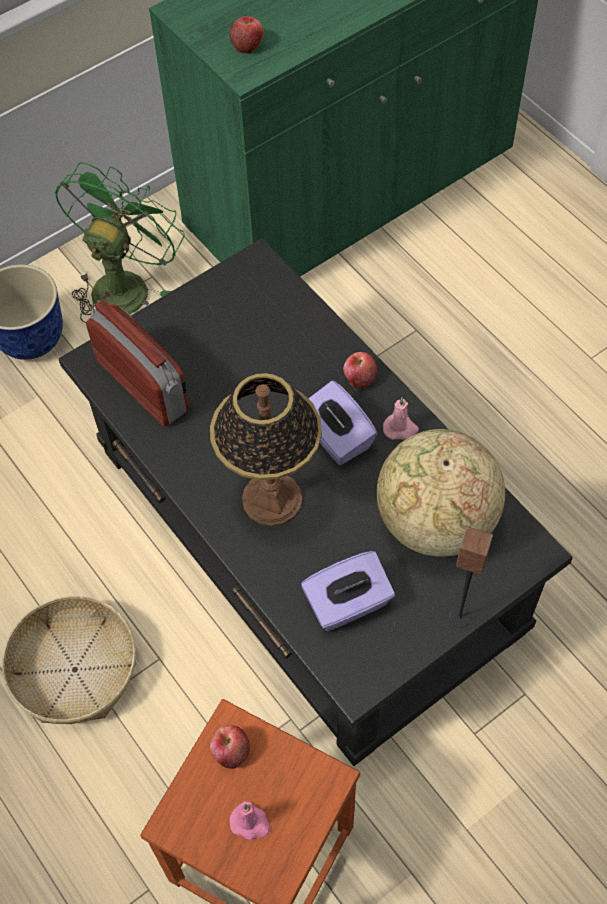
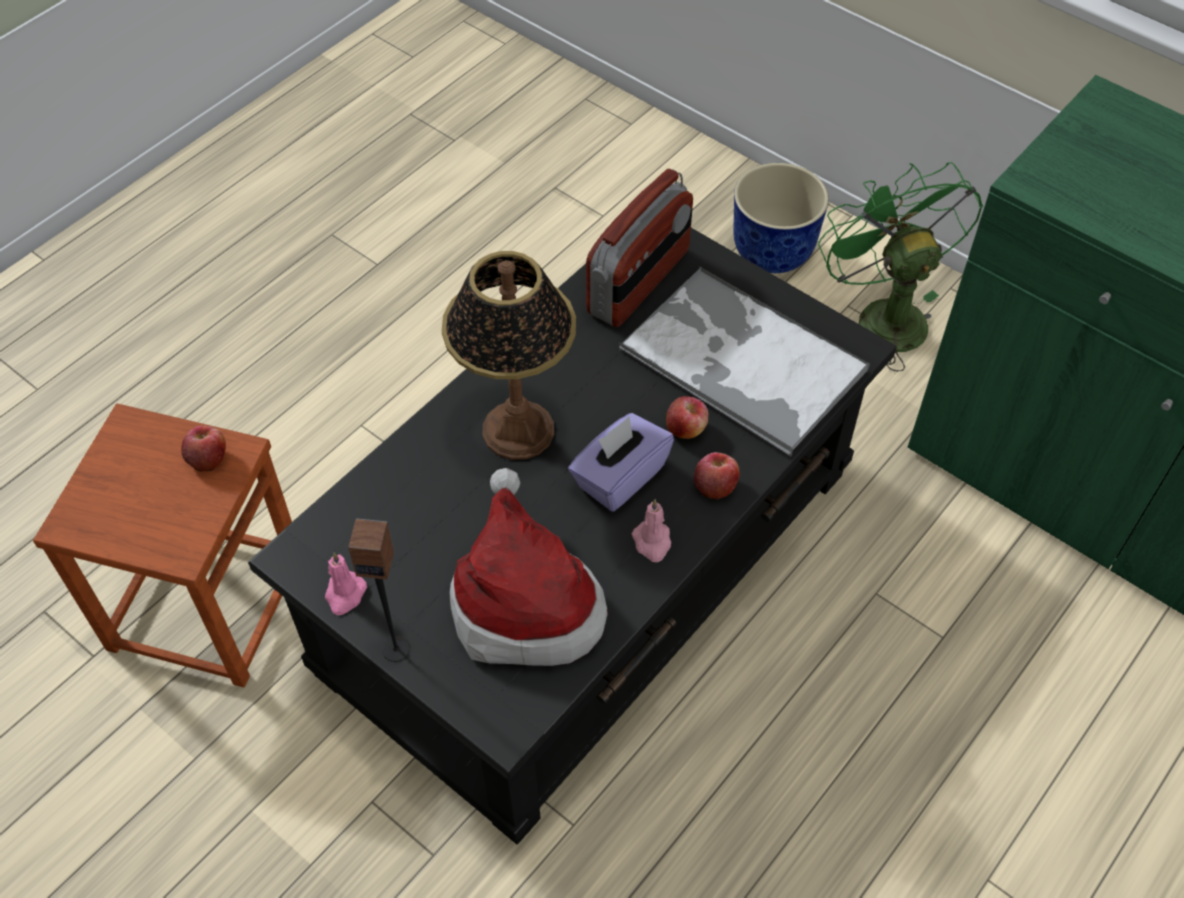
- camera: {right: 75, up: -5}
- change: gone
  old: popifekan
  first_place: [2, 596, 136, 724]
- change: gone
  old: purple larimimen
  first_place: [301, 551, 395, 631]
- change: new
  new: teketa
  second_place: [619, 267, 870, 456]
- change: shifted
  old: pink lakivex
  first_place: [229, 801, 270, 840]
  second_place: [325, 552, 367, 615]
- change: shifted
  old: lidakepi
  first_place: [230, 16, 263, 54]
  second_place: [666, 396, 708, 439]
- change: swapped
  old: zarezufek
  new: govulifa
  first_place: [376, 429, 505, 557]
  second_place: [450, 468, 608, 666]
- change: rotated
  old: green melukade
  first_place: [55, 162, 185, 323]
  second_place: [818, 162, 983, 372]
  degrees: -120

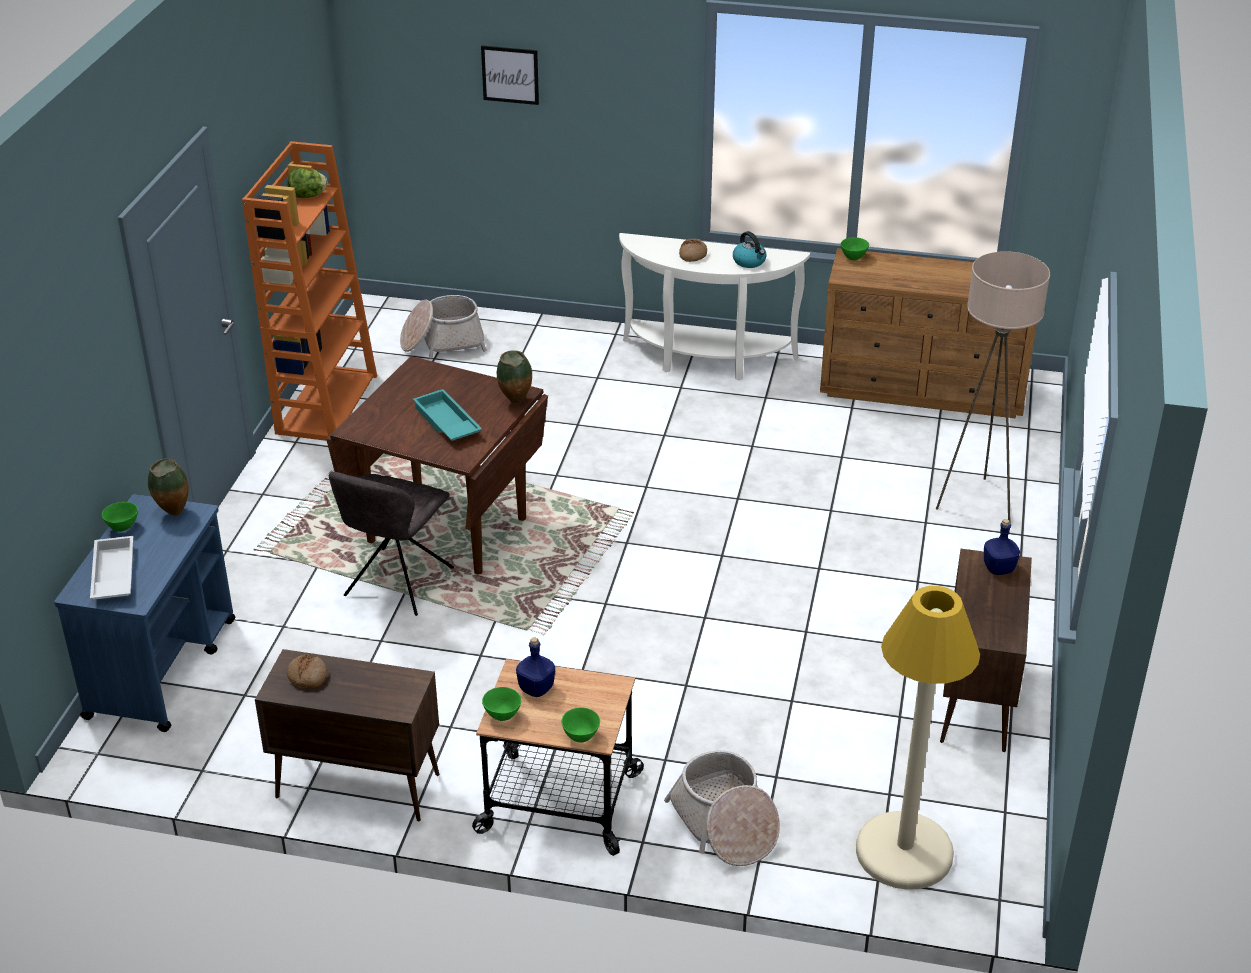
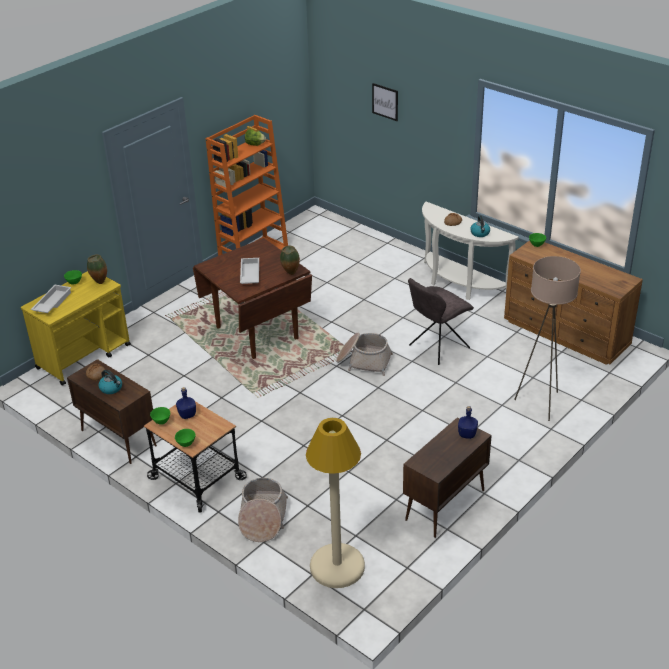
- camera: {right: 30, up: 0}
- change: new
  new: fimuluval
  second_place: [99, 370, 122, 394]
- change: shifted
  old: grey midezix
  first_place: [329, 471, 454, 616]
  second_place: [408, 278, 474, 365]
- change: shifted
  old: popifekan
  first_place: [400, 295, 487, 359]
  second_place: [336, 333, 393, 376]
- change: repainted
  old: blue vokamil
  new: yellow vokamil
  first_place: [54, 494, 236, 732]
  second_place: [21, 271, 131, 386]
- change: repainted
  old: turquoise teketa
  new: white teketa
  first_place: [413, 389, 482, 441]
  second_place: [240, 258, 259, 284]

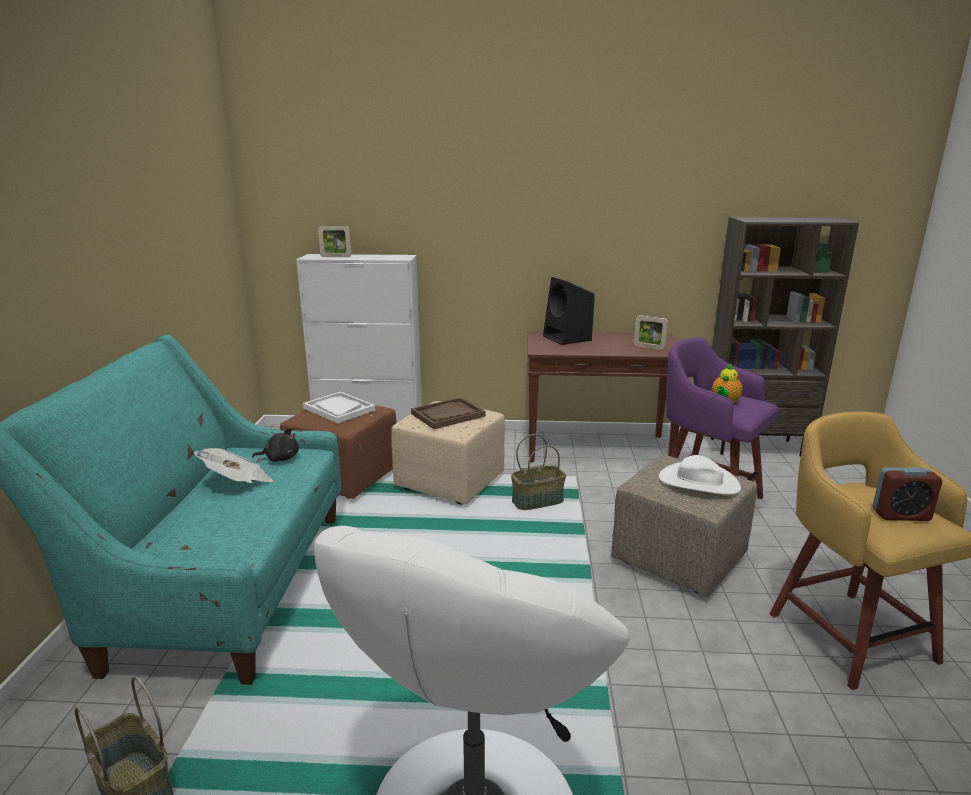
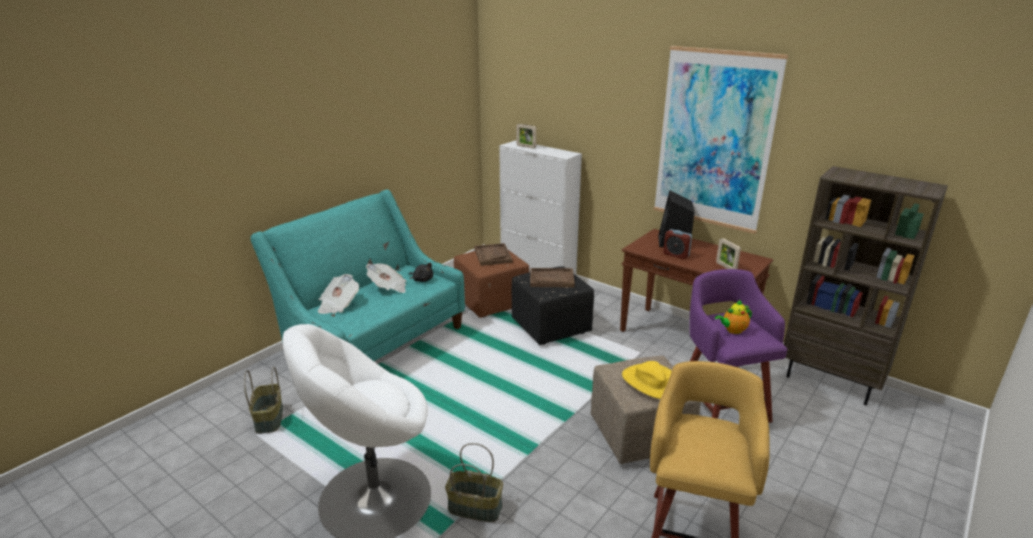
- camera: {right: 35, up: 5}
- change: new
  new: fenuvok
  second_place: [318, 274, 359, 314]
- change: new
  new: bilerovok
  second_place: [654, 46, 788, 234]
- change: shifted
  old: popifekan
  first_place: [511, 434, 566, 510]
  second_place: [445, 443, 503, 522]
- change: shifted
  old: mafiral
  first_place: [872, 467, 942, 521]
  second_place: [663, 229, 692, 259]
- change: repainted
  old: white teketa
  new: brown teketa
  first_place: [303, 391, 375, 424]
  second_place: [474, 243, 513, 266]
- change: repainted
  old: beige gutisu
  new: black gutisu
  first_place: [391, 401, 505, 505]
  second_place: [512, 266, 594, 345]
- change: repainted
  old: white govulifa
  new: yellow govulifa
  first_place: [658, 455, 741, 495]
  second_place: [622, 361, 672, 399]

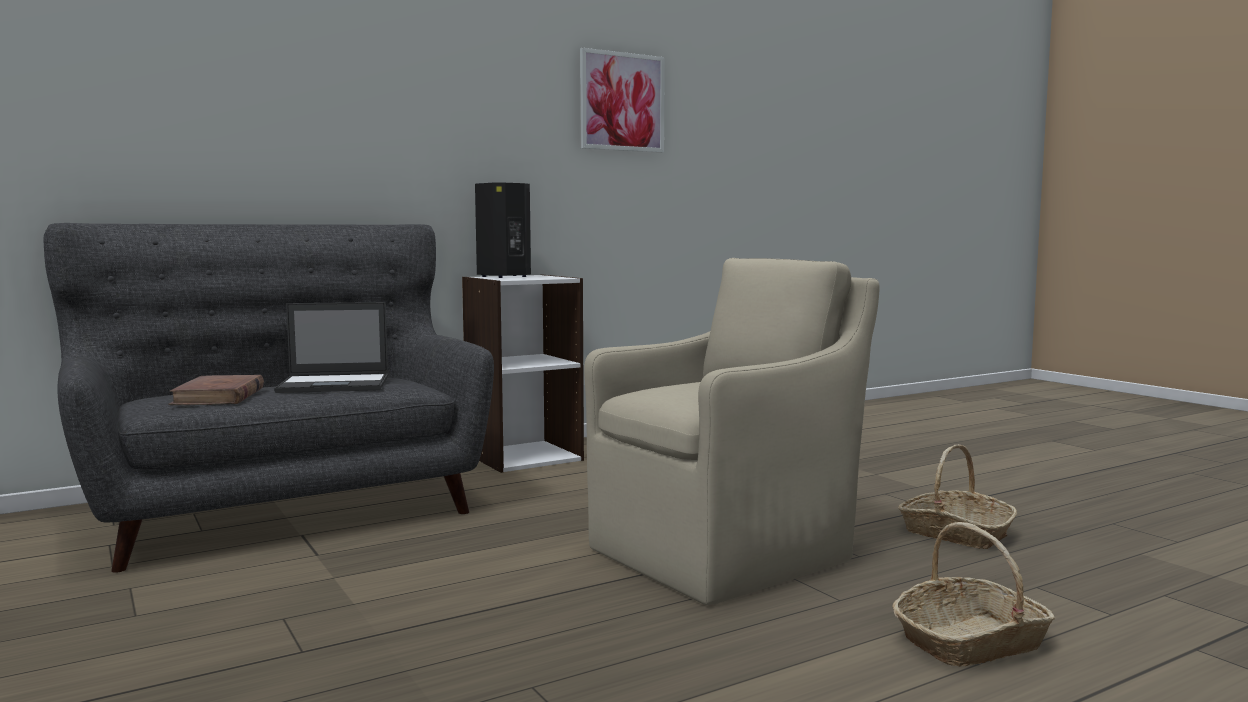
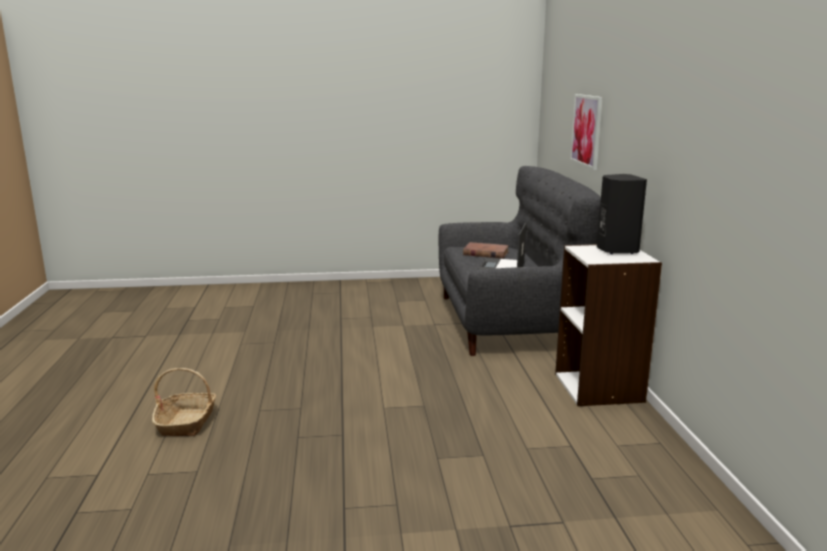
- camera: {right: 115, up: 10}
- change: gone
  old: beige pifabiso
  first_place: [584, 258, 880, 605]
- change: gone
  old: popifekan
  first_place: [898, 444, 1017, 549]
- change: shifted
  old: bilerovok
  first_place: [580, 48, 665, 153]
  second_place: [570, 94, 603, 170]

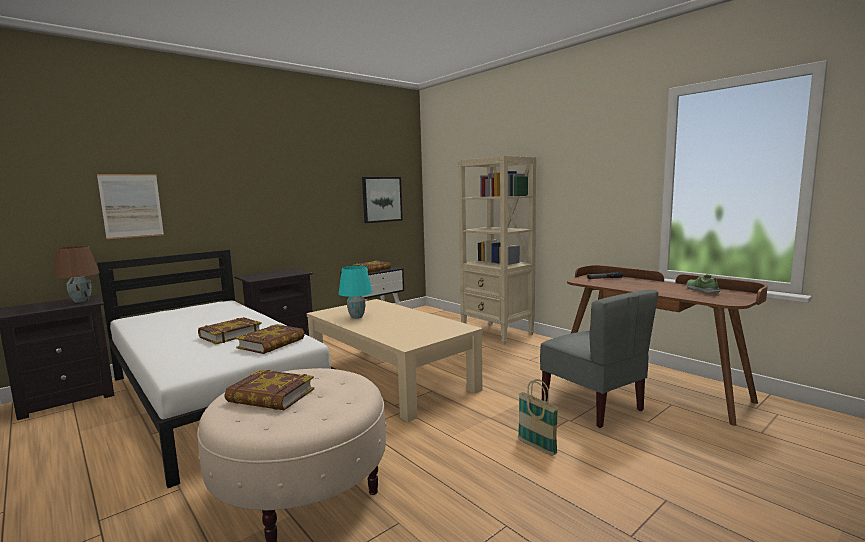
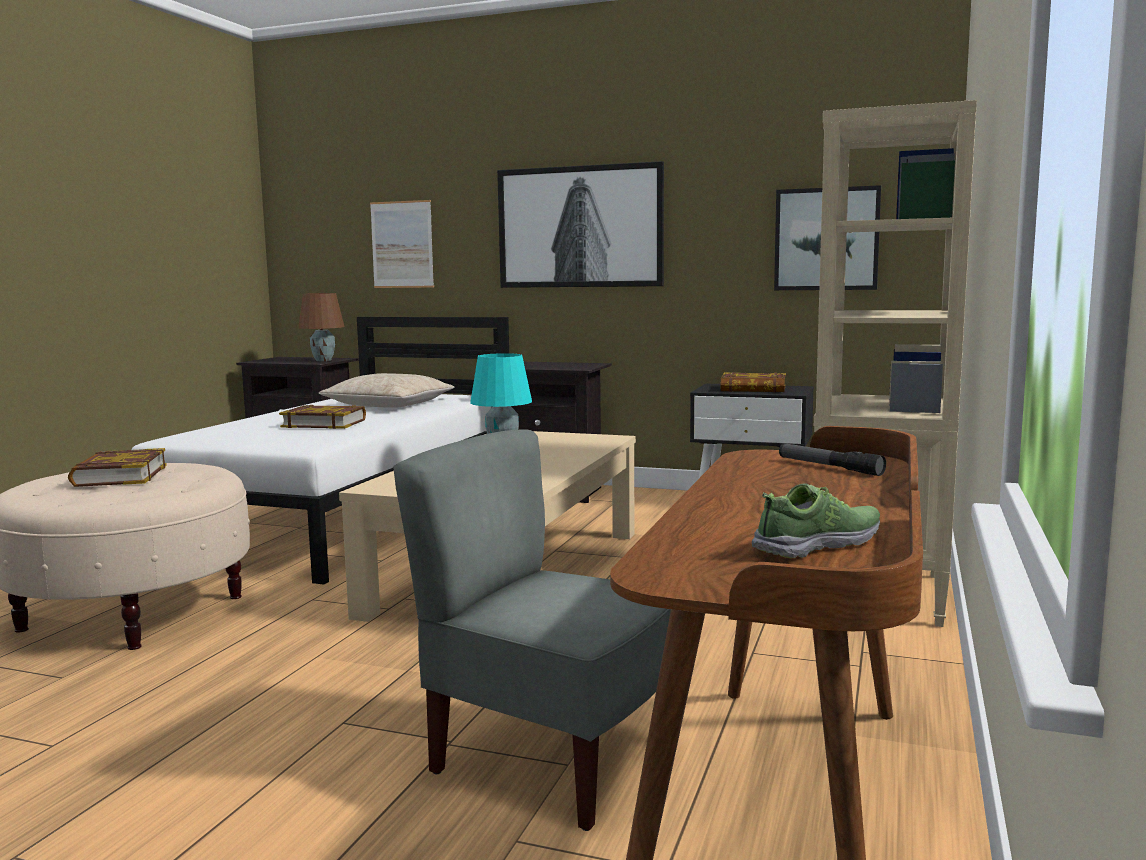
- camera: {right: 60, up: 0}
- change: gone
  old: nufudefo
  first_place: [236, 324, 305, 354]
- change: gone
  old: popifekan
  first_place: [518, 379, 559, 456]
- change: new
  new: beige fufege
  second_place: [319, 373, 454, 408]
- change: new
  new: bilerovok
  second_place: [497, 161, 664, 288]
- change: rotated
  old: grey midezix
  first_place: [540, 289, 658, 428]
  second_place: [393, 429, 671, 831]
  degrees: 90

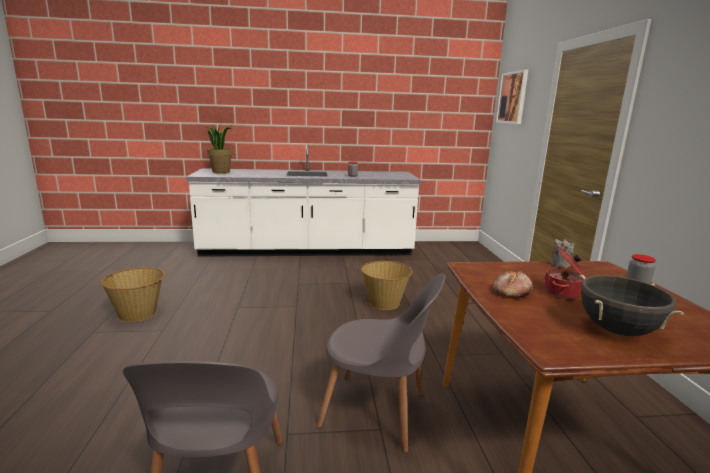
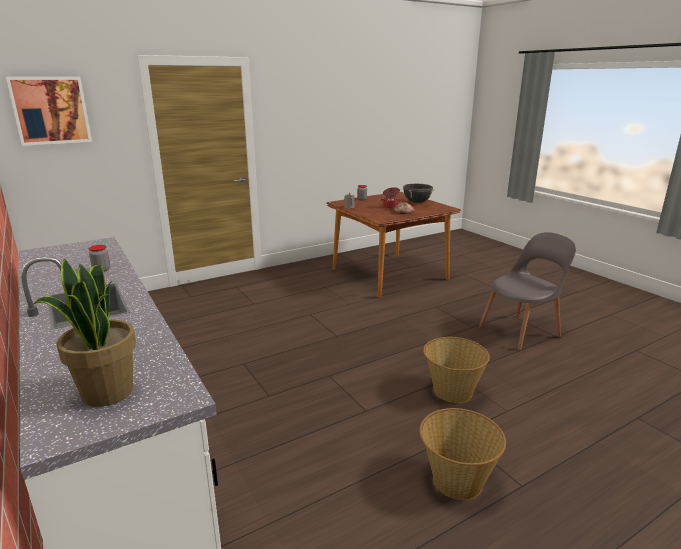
- camera: {right: -115, up: 5}
- change: gone
  old: grey midezix
  first_place: [316, 273, 446, 452]
- change: shifted
  old: popifekan
  first_place: [361, 261, 413, 310]
  second_place: [423, 337, 490, 403]

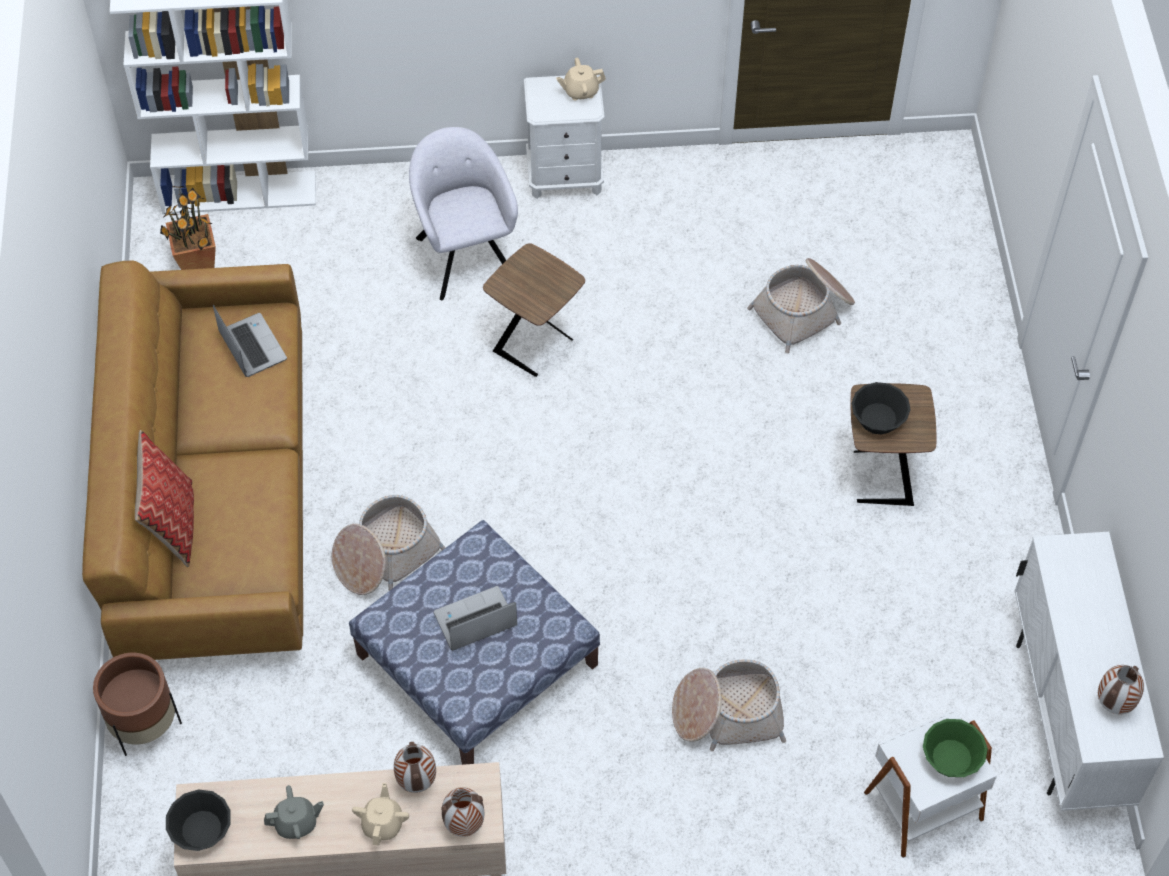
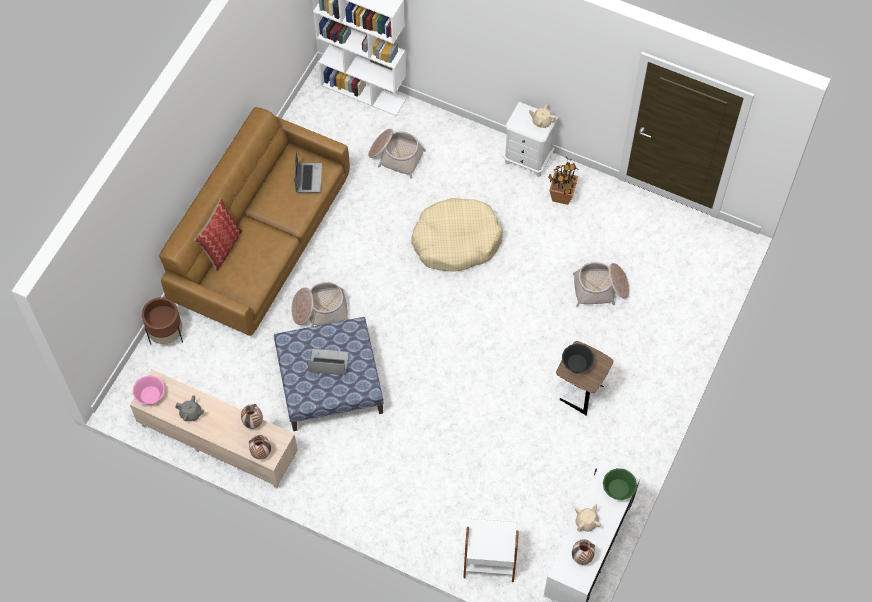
- camera: {right: 30, up: 5}
- change: gone
  old: grey pifabiso
  first_place: [409, 127, 518, 300]
- change: shifted
  old: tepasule
  first_place: [160, 186, 216, 270]
  second_place: [548, 157, 578, 205]
- change: shifted
  old: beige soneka
  first_place: [352, 783, 409, 846]
  second_place: [575, 504, 601, 532]
- change: shifted
  old: popifekan
  first_place: [672, 659, 786, 751]
  second_place: [368, 129, 426, 179]
- change: shifted
  old: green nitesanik
  first_place: [923, 719, 988, 777]
  second_place: [603, 468, 637, 500]
- change: swapped
  old: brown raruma
  new: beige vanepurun
  first_place: [483, 243, 585, 377]
  second_place: [411, 198, 503, 272]
- change: repainted
  old: black nitesanik
  new: pink nitesanik
  first_place: [166, 789, 231, 851]
  second_place: [132, 375, 165, 405]

